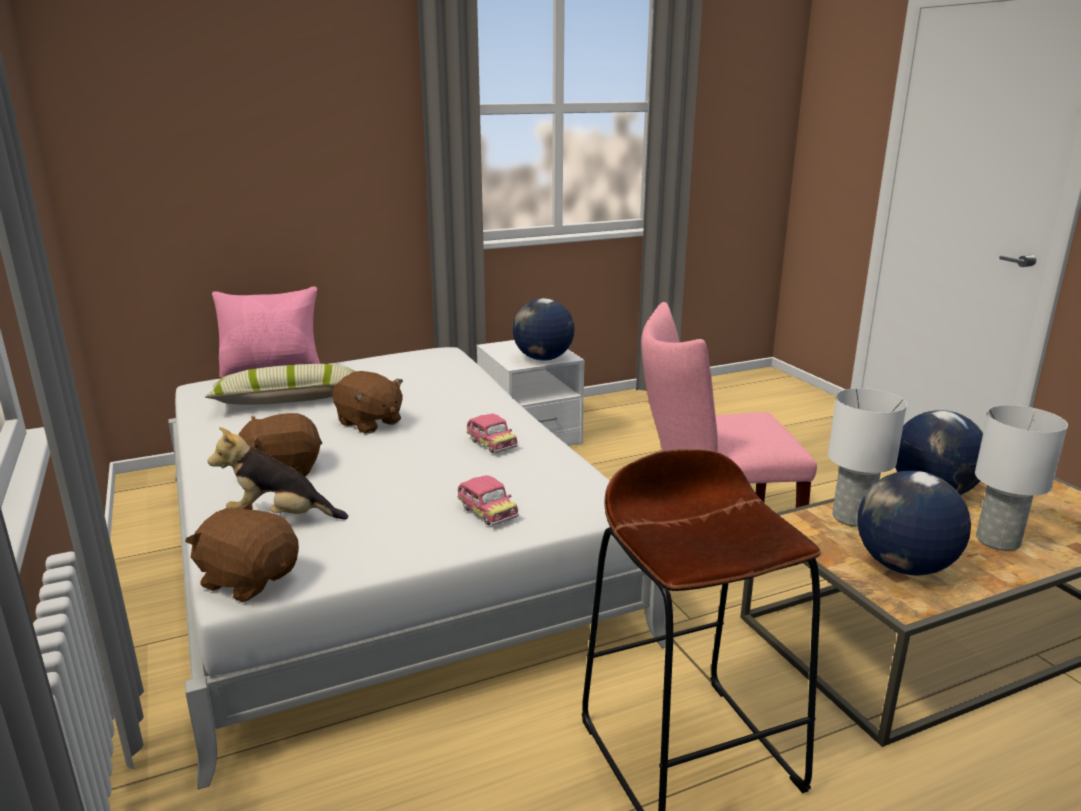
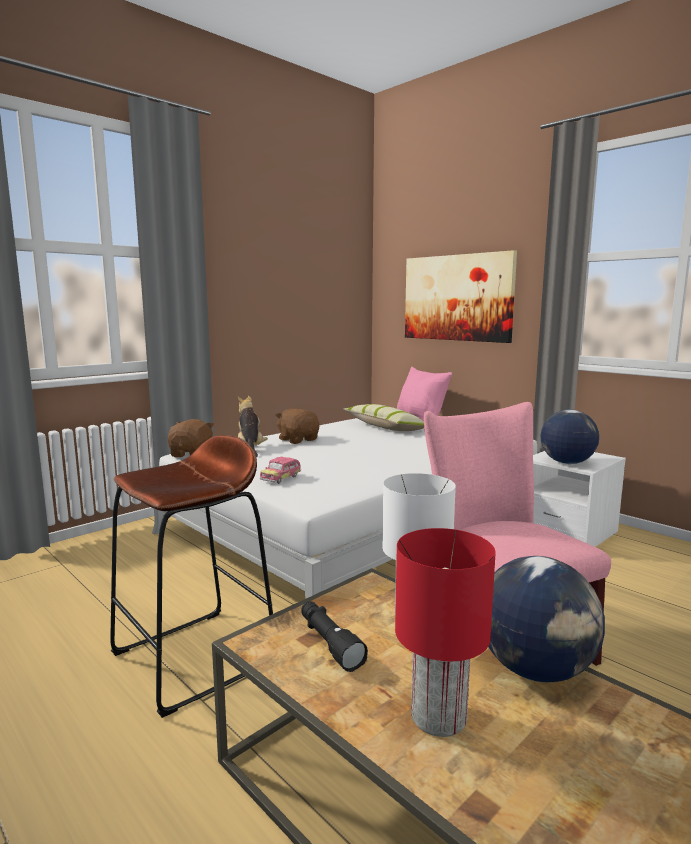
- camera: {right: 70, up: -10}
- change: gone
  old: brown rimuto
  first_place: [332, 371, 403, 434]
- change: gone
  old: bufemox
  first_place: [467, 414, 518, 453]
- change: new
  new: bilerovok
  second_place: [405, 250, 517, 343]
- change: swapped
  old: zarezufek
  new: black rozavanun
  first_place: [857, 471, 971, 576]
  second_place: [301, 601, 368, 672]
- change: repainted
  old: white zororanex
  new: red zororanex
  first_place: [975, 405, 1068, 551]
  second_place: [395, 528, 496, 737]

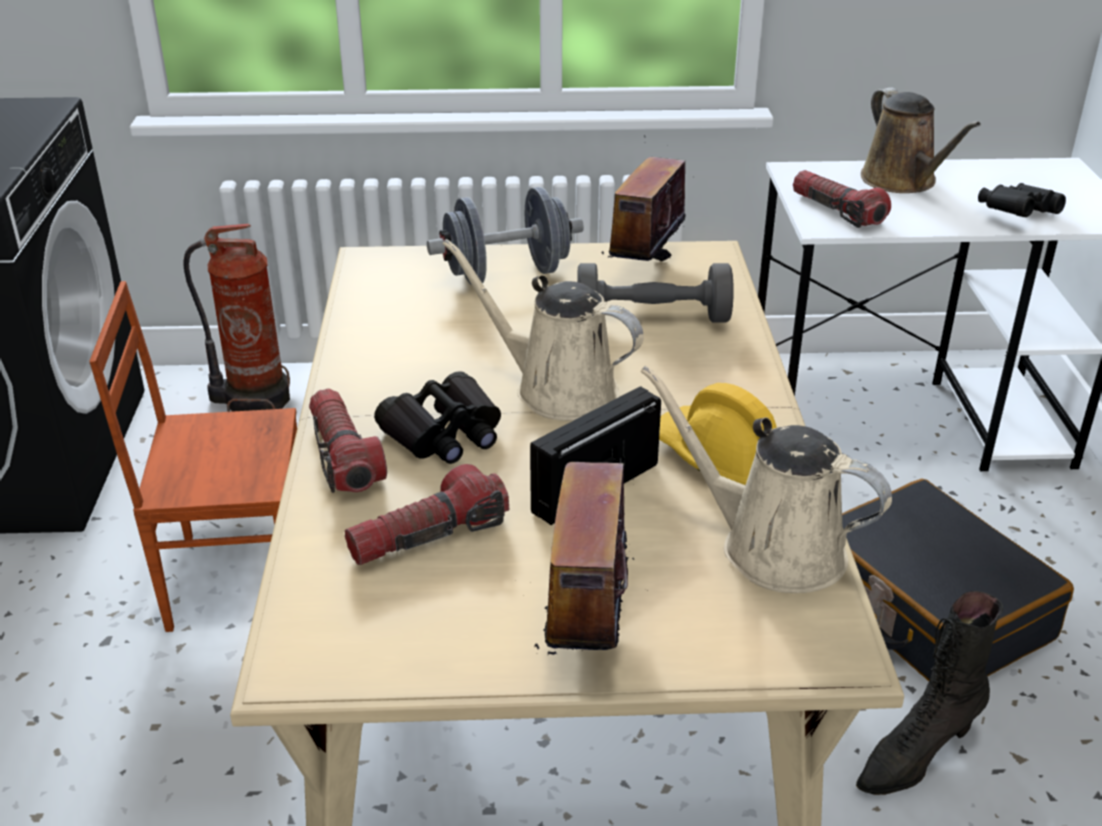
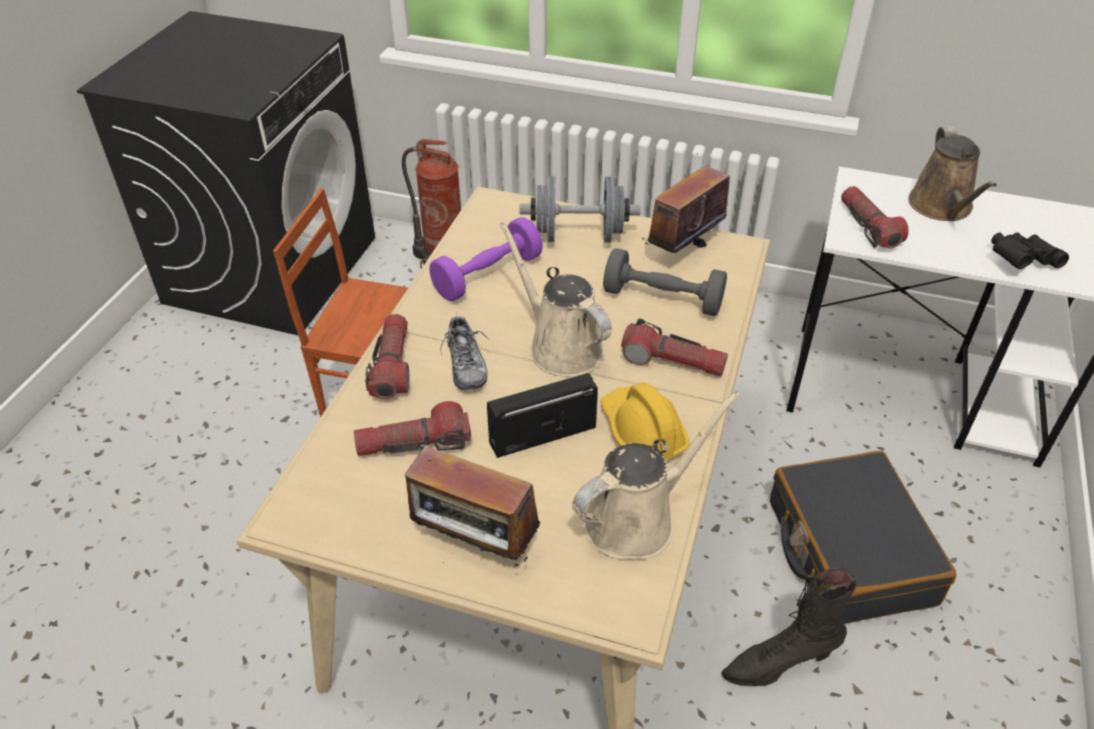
- camera: {right: 20, up: 10}
- change: new
  new: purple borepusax
  second_place: [429, 217, 543, 301]
- change: new
  new: rozavanun
  second_place: [621, 319, 728, 376]
- change: swapped
  old: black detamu
  new: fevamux
  first_place: [374, 371, 501, 464]
  second_place: [440, 313, 489, 390]
- change: rotated
  old: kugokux
  first_place: [514, 446, 649, 655]
  second_place: [405, 444, 540, 567]
  degrees: -90
- change: rotated
  old: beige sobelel
  first_place: [641, 366, 892, 593]
  second_place: [572, 391, 741, 559]
  degrees: 90

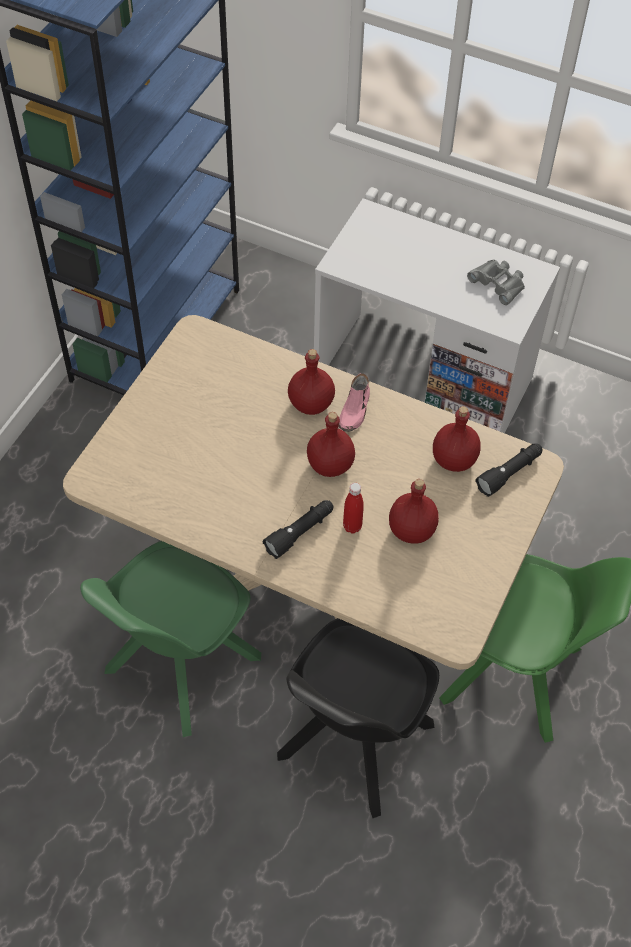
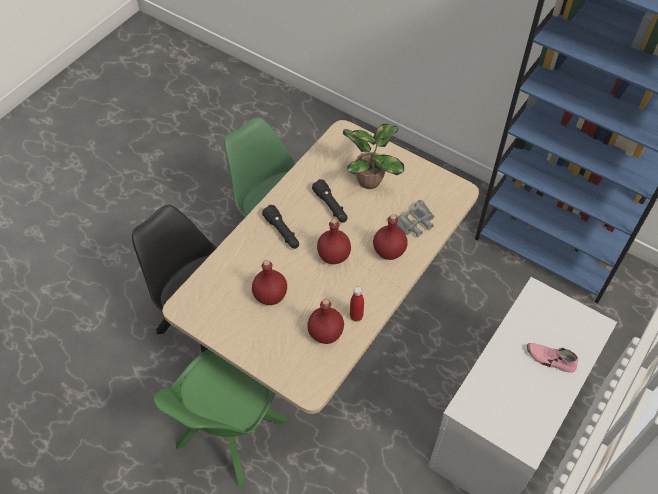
- camera: {right: 100, up: 0}
- change: new
  new: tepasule
  second_place: [343, 124, 404, 189]
- change: shifted
  old: pink fevamux
  first_place: [338, 373, 370, 432]
  second_place: [527, 343, 578, 373]
- change: shifted
  old: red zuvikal
  first_place: [343, 483, 364, 533]
  second_place: [350, 287, 364, 322]
- change: shifted
  old: grey detamu
  first_place: [467, 260, 525, 305]
  second_place: [396, 200, 434, 237]
- change: shifted
  old: black rozavanun
  first_place: [476, 443, 543, 497]
  second_place: [312, 179, 347, 223]

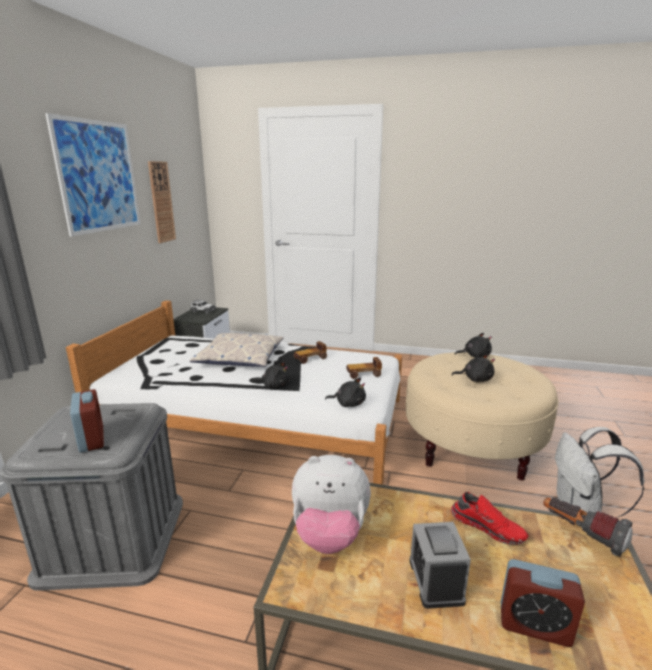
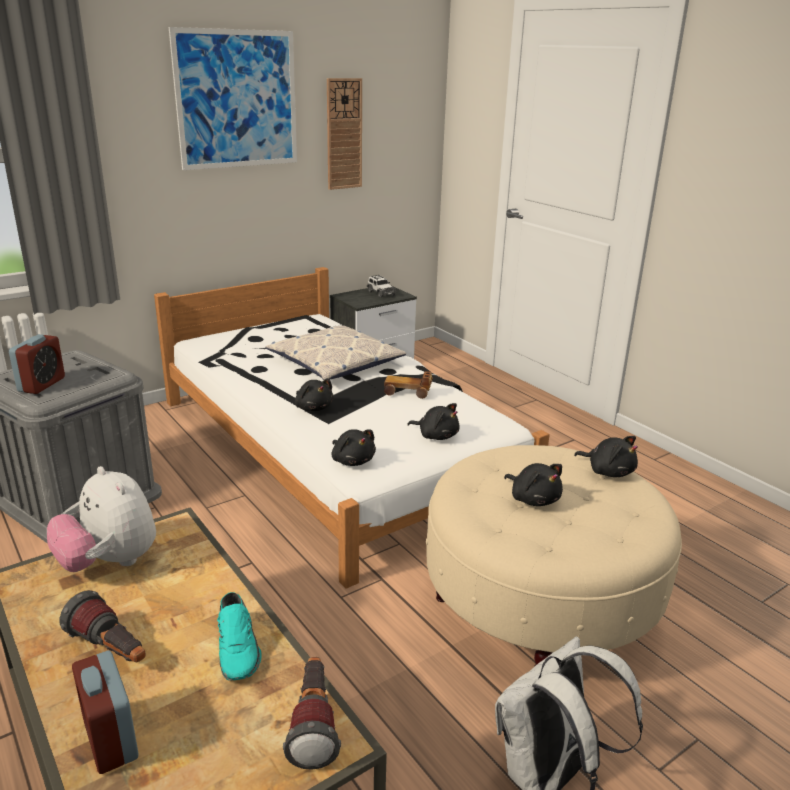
- camera: {right: 40, up: 5}
- change: swapped
  old: bufemox
  new: black rimuto
  first_place: [346, 357, 382, 379]
  second_place: [407, 403, 460, 440]
- change: swapped
  old: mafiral
  new: rozavanun
  first_place: [410, 522, 471, 609]
  second_place: [59, 590, 145, 662]
- change: repainted
  old: red fevamux
  new: turquoise fevamux
  first_place: [451, 492, 529, 545]
  second_place: [217, 592, 261, 681]

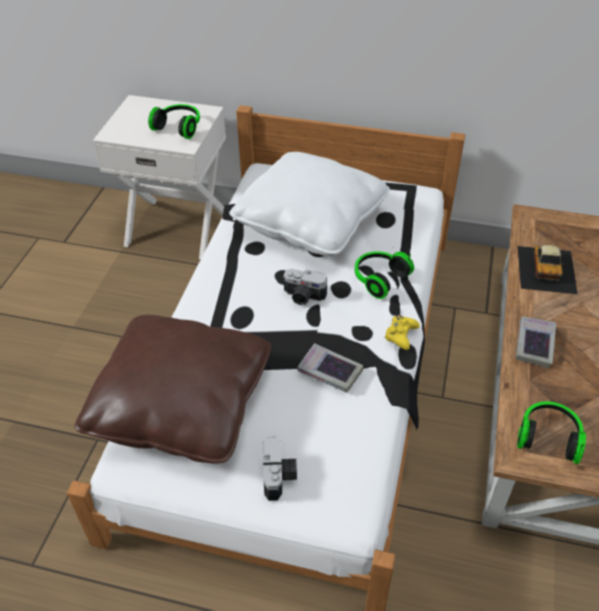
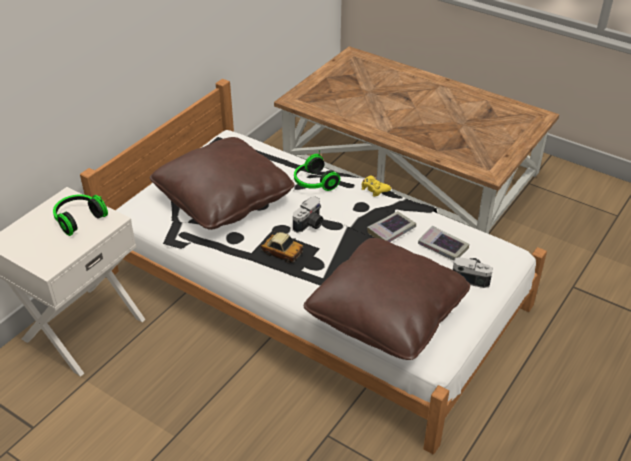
- camera: {right: -70, up: -5}
- change: gone
  old: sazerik
  first_place: [517, 401, 586, 464]
- change: shifted
  old: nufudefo
  first_place: [515, 316, 556, 369]
  second_place: [418, 226, 470, 261]
- change: shifted
  old: bufemox
  first_place: [518, 245, 578, 294]
  second_place: [247, 231, 319, 277]
- change: repainted
  old: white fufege
  new: brown fufege
  first_place: [229, 152, 390, 257]
  second_place: [150, 137, 294, 230]

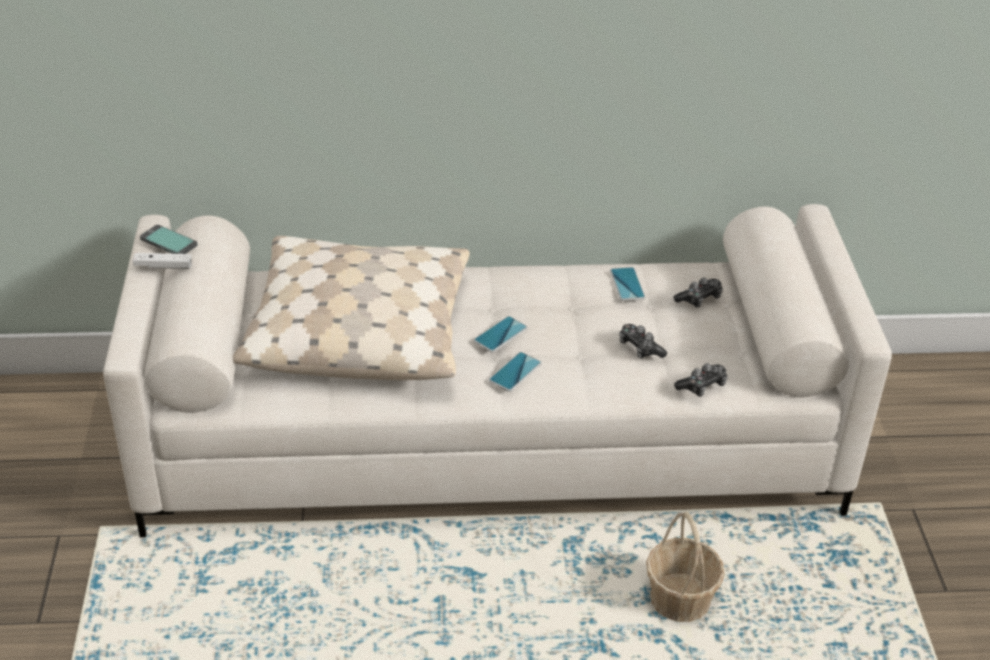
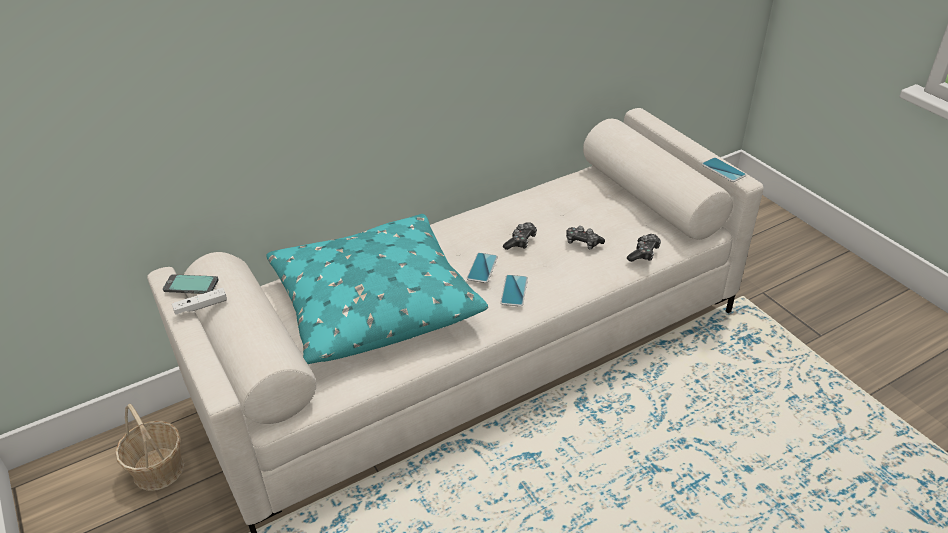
- camera: {right: -25, up: 0}
- change: shifted
  old: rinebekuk
  first_place: [610, 267, 646, 301]
  second_place: [702, 157, 746, 182]
- change: shifted
  old: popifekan
  first_place: [646, 512, 725, 622]
  second_place: [115, 404, 184, 491]
- change: shifted
  old: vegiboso
  first_place: [674, 277, 723, 308]
  second_place: [503, 222, 537, 250]
- change: repainted
  old: beige fufege
  new: turquoise fufege
  first_place: [232, 236, 470, 380]
  second_place: [266, 214, 488, 364]

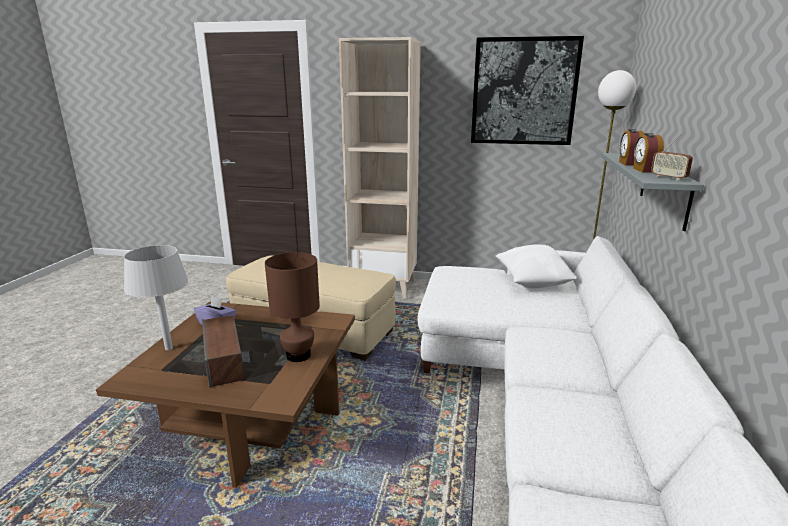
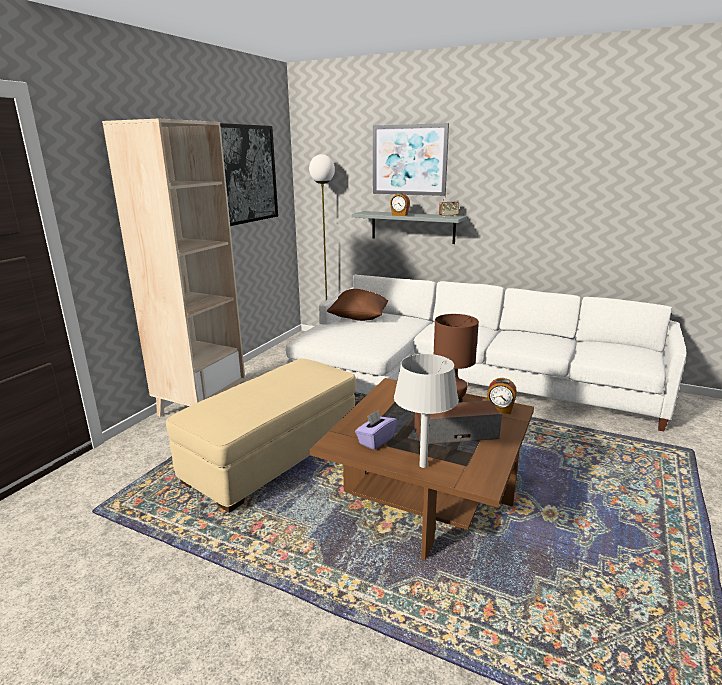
- camera: {right: -75, up: 0}
- change: new
  new: bilerovok
  second_place: [373, 123, 449, 196]
- change: shifted
  old: mafiral
  first_place: [633, 133, 664, 173]
  second_place: [487, 378, 517, 414]
- change: repainted
  old: white fufege
  new: brown fufege
  first_place: [496, 244, 577, 288]
  second_place: [327, 289, 388, 321]

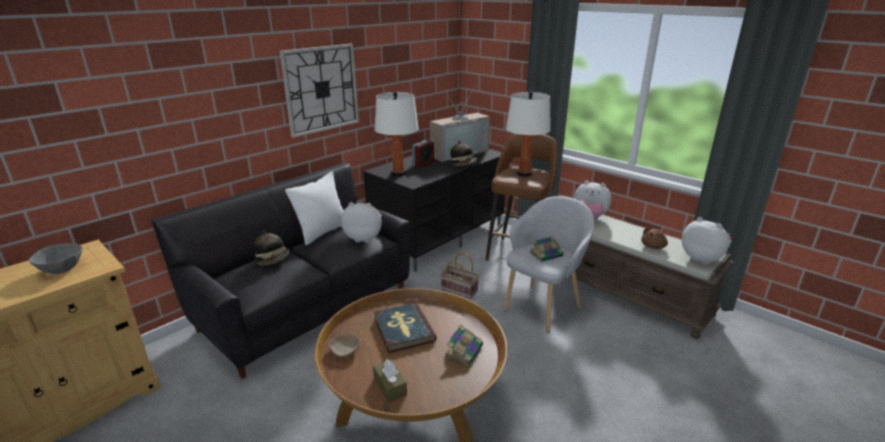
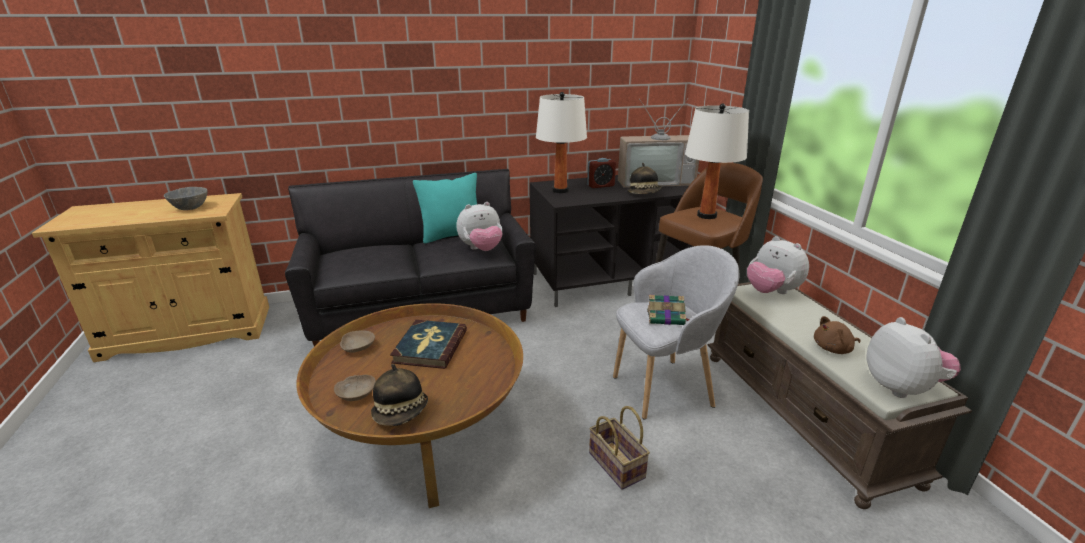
- camera: {right: 30, up: 0}
- change: gone
  old: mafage
  first_place: [280, 44, 359, 138]
- change: gone
  old: nufudefo
  first_place: [444, 324, 483, 366]
- change: shifted
  old: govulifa
  first_place: [253, 230, 289, 265]
  second_place: [371, 364, 428, 426]
- change: shifted
  old: popifekan
  first_place: [441, 253, 479, 299]
  second_place: [589, 406, 650, 490]
- change: swapped
  old: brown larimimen
  new: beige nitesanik
  first_place: [373, 359, 407, 403]
  second_place: [334, 375, 376, 401]
- change: repainted
  old: white fufege
  new: turquoise fufege
  first_place: [285, 172, 344, 245]
  second_place: [413, 173, 477, 243]
- change: rotated
  old: rimuto
  first_place: [341, 202, 382, 243]
  second_place: [456, 202, 502, 251]
  degrees: 120

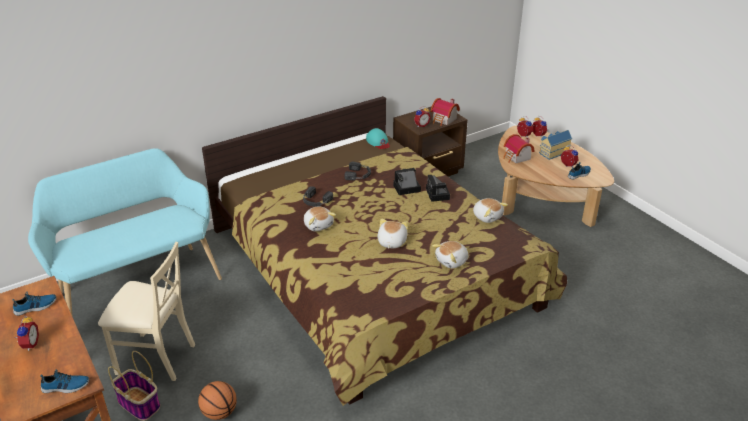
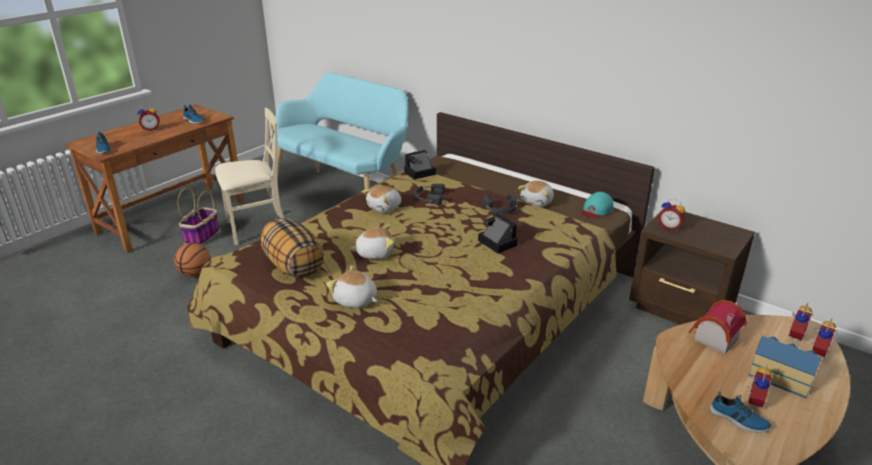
- camera: {right: 70, up: -5}
- change: gone
  old: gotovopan
  first_place: [431, 98, 460, 126]
- change: new
  new: fufege
  second_place: [261, 218, 324, 278]
- change: shifted
  old: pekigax
  first_place: [426, 175, 450, 202]
  second_place: [404, 150, 436, 180]
- change: shifted
  old: rimuto
  first_place: [473, 198, 508, 223]
  second_place: [518, 181, 554, 207]
- change: rotated
  old: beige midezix
  first_place: [98, 242, 195, 381]
  second_place: [215, 108, 284, 245]
  degrees: -105

